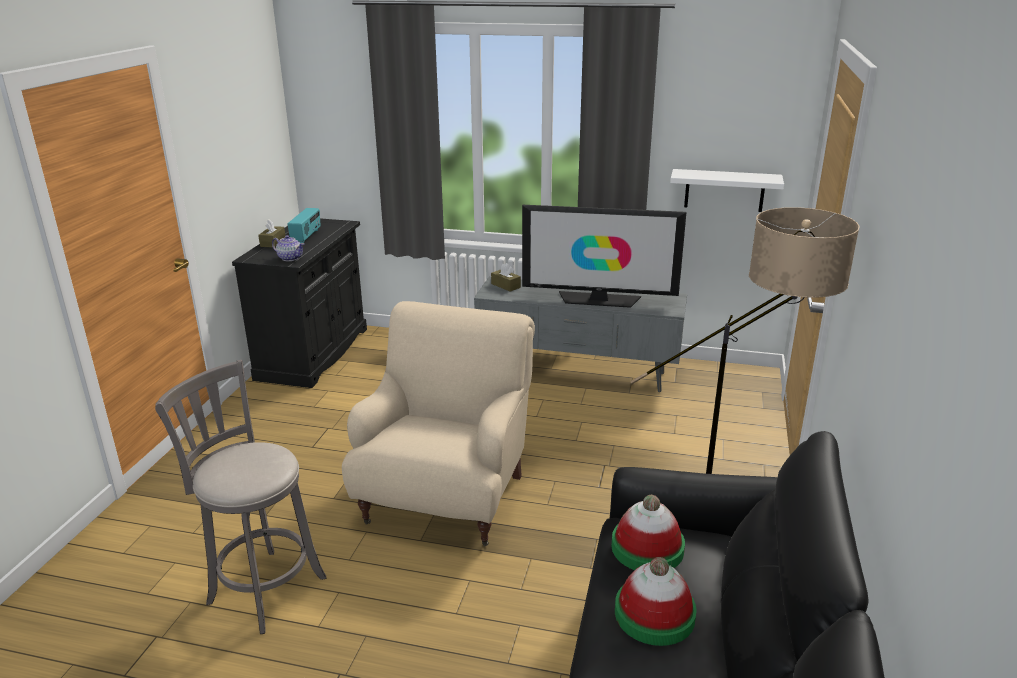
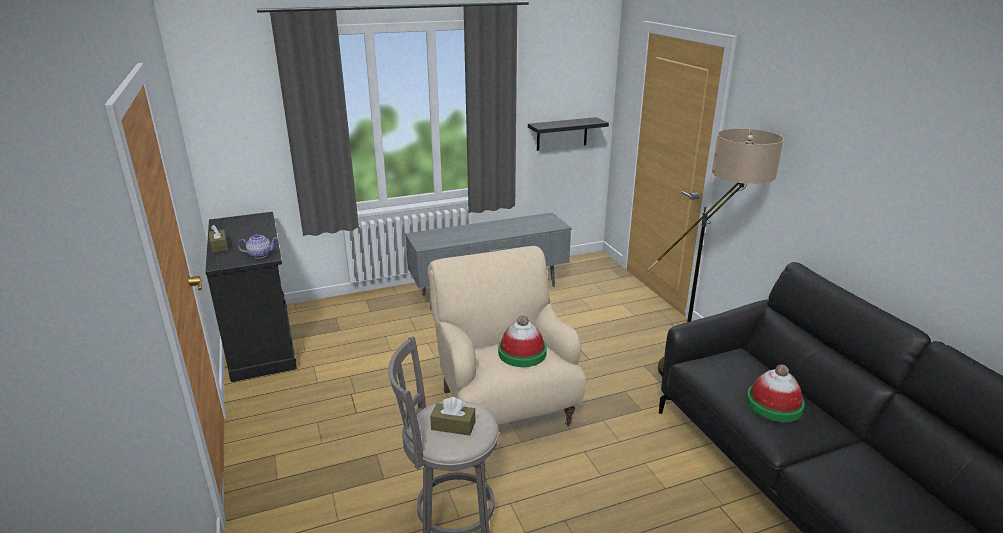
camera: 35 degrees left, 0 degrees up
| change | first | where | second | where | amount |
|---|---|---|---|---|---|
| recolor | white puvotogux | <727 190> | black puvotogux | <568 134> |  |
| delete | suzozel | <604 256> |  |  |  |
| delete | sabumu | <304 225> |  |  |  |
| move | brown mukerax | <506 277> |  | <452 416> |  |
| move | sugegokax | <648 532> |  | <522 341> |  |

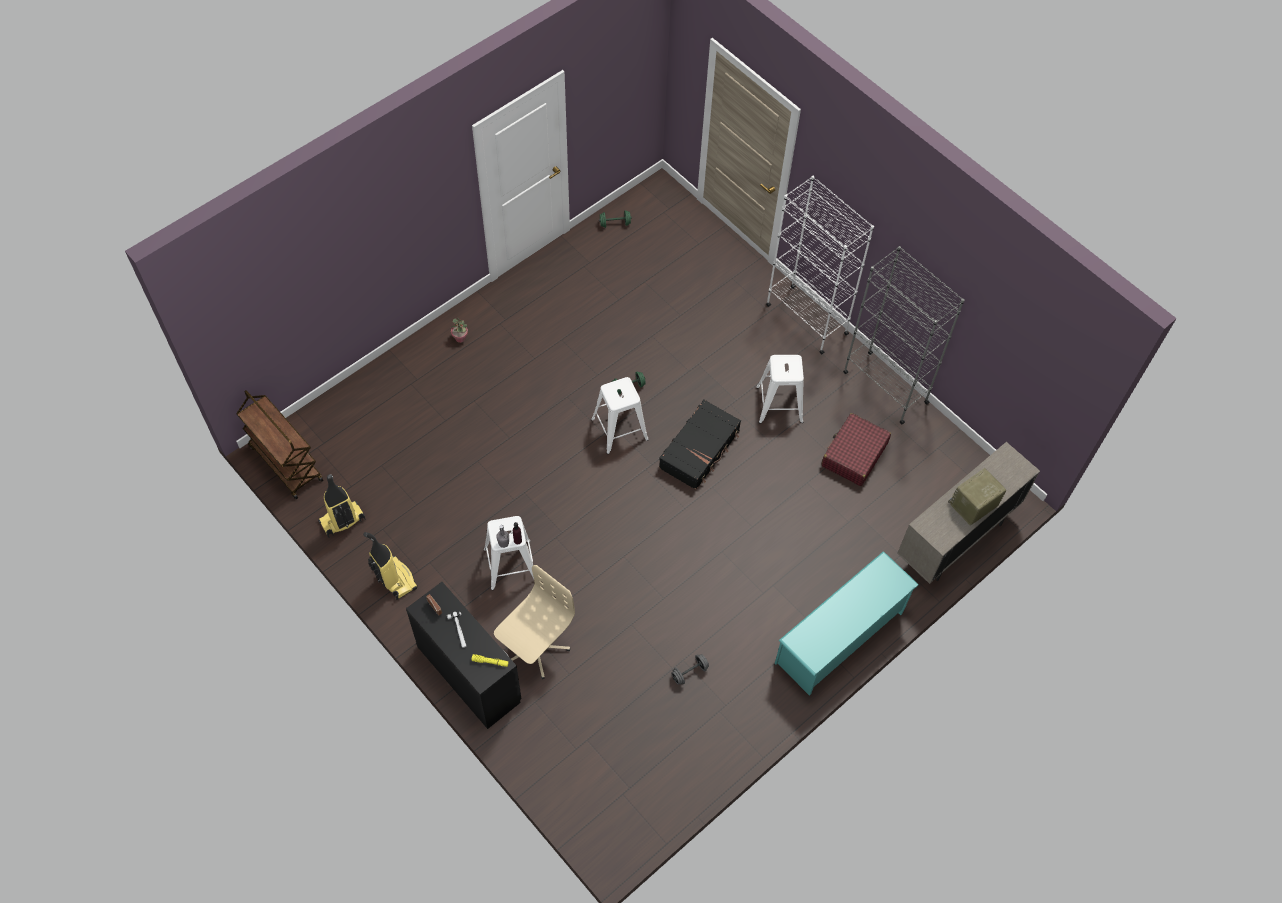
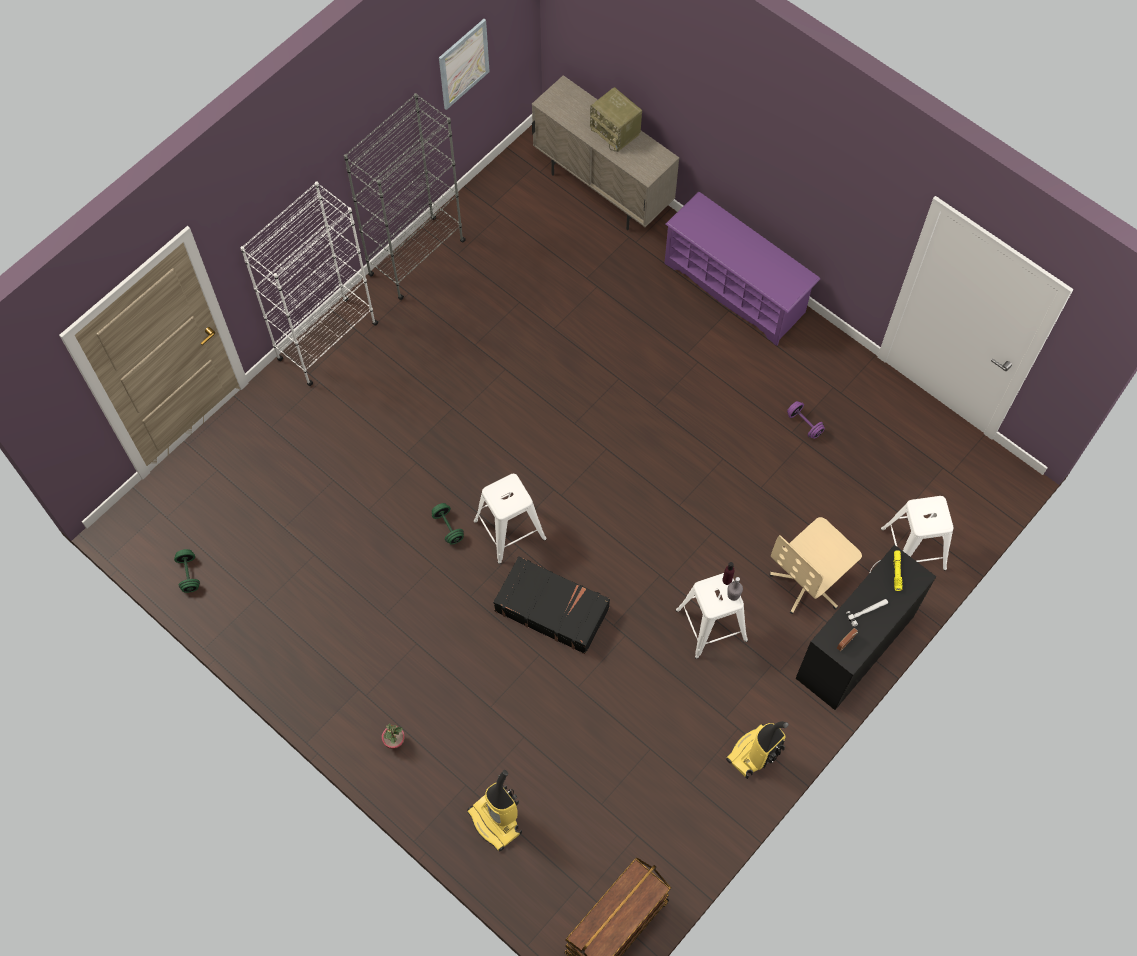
camera: 95 degrees left, 5 degrees up
| change | first | where | second | where | amount |
|---|---|---|---|---|---|
| move | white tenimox | <780 389> |  | <917 533> |  |
| move | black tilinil | <700 444> |  | <551 605> |  |
| delete | red tilinil | <856 449> |  |  |  |
| move | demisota | <342 506> |  | <494 811> |  |
| recolor | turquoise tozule | <847 623> | purple tozule | <742 269> |  |
| rotate | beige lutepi | <534 622> |  | <816 565> | 75 degrees counterclockwise |
| recolor | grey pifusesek | <690 669> | purple pifusesek | <806 420> |  |
| insert |  |  | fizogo | <464 64> |  |

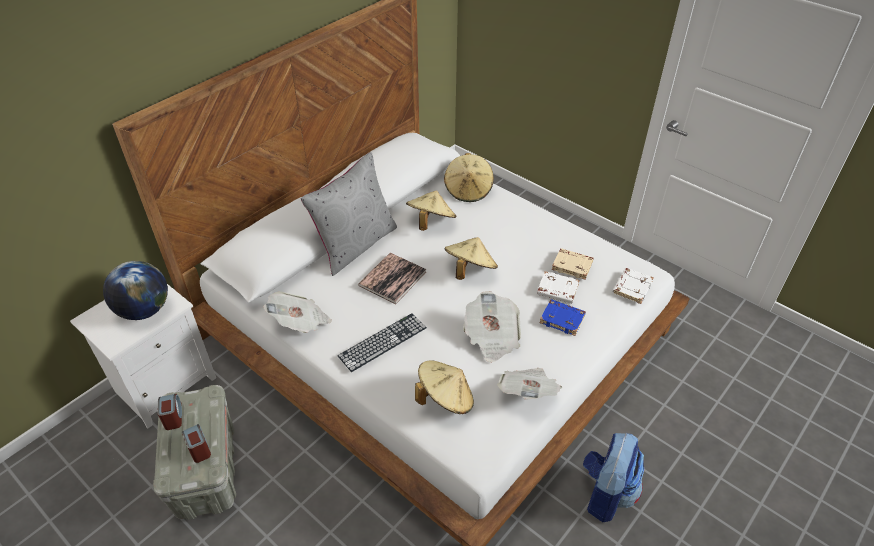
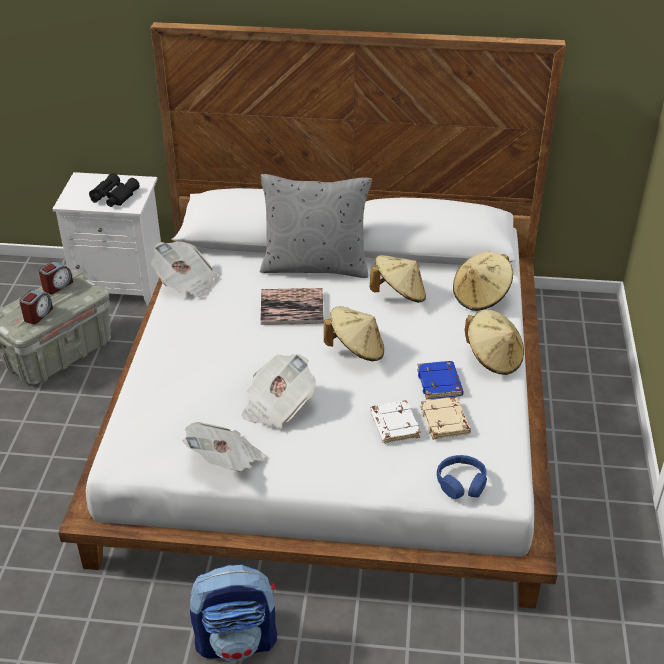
camera: 55 degrees right, 5 degrees down
| change | first | where | second | where | amount |
|---|---|---|---|---|---|
| replace | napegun | <135 290> | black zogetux | <114 190> |  |
| replace | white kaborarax | <633 286> | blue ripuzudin | <462 477> |  |
| move | blue kaborarax | <562 317> |  | <440 380> |  |
| delete | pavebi | <382 342> |  |  |  |
| move | beige sugegokax | <444 387> |  | <494 342> |  |

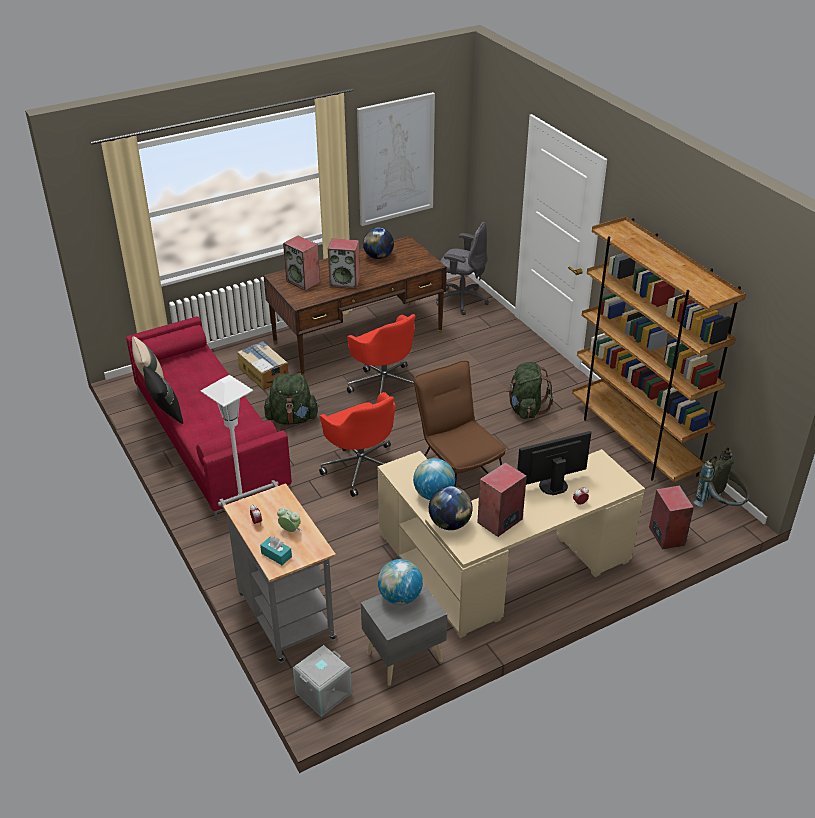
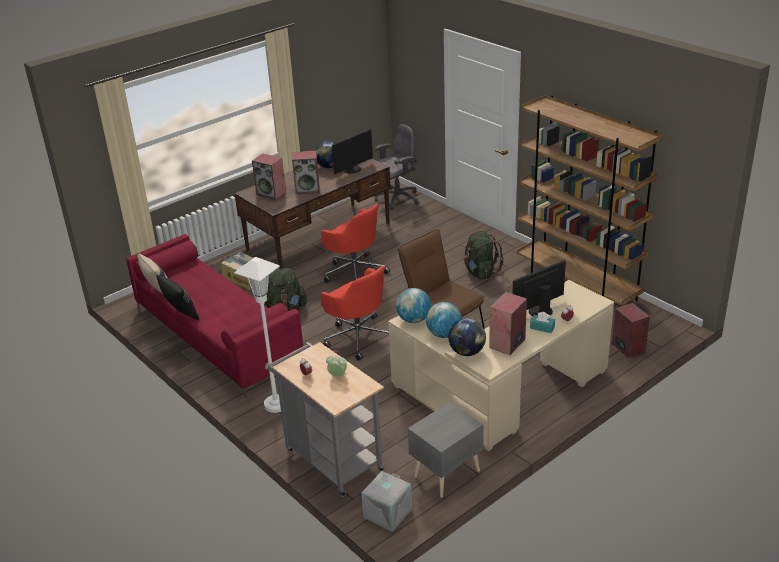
camera: 10 degrees left, 5 degrees down
| change | first | where | second | where | amount |
|---|---|---|---|---|---|
| delete | fizogo | <396 159> |  |  |  |
| rotate | grey lutepi | <462 268> |  | <396 167> | 45 degrees counterclockwise |
| delete | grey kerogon | <721 477> |  |  |  |
| move | turquoise mukerax | <276 550> |  | <542 322> |  |
| move | napegun | <400 582> |  | <413 305> |  |
| insert |  |  | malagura | <352 151> |  |

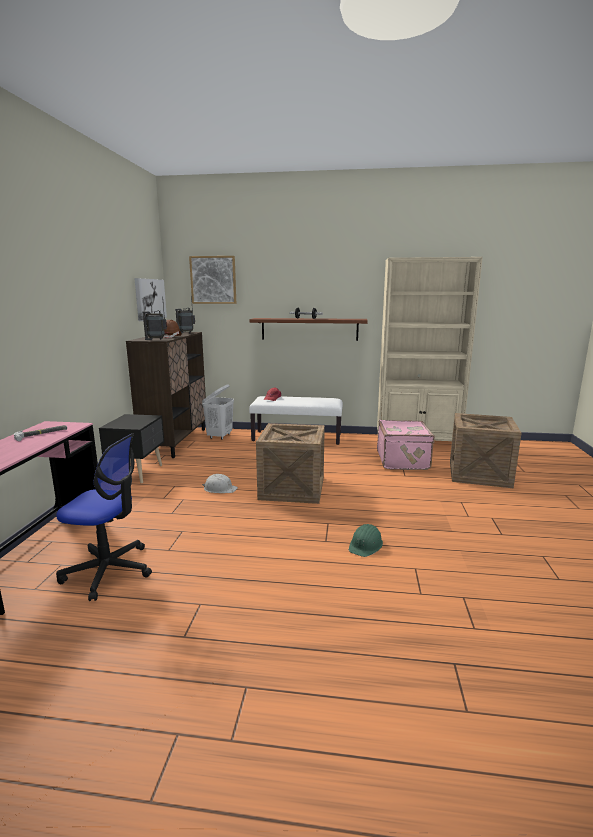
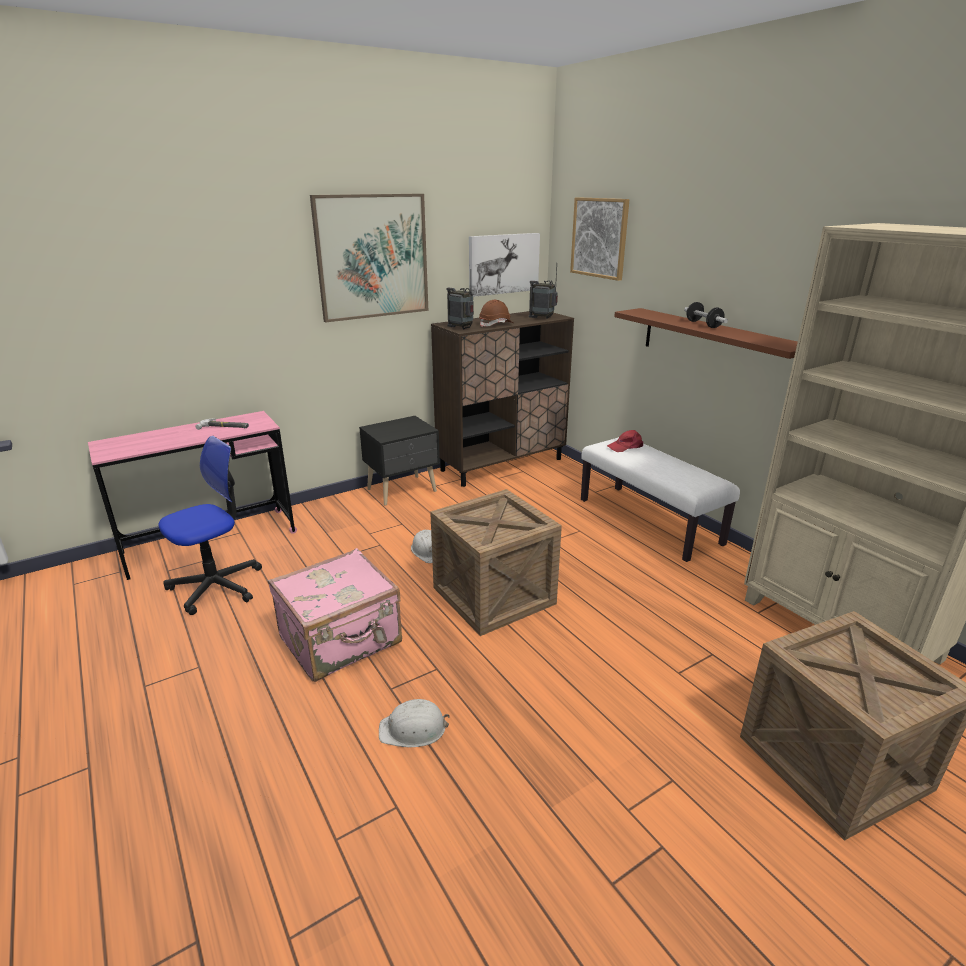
camera: 50 degrees right, 10 degrees up
| change | first | where | second | where | amount |
|---|---|---|---|---|---|
| delete | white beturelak | <218 412> |  |  |  |
| move | pink tilinil | <406 445> |  | <335 615> |  |
| rotate | lutepi | <104 517> |  | <210 525> | 105 degrees counterclockwise |
| recolor | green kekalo | <366 540> | white kekalo | <414 723> |  |
| insert |  |  | fizogo | <369 258> |  |

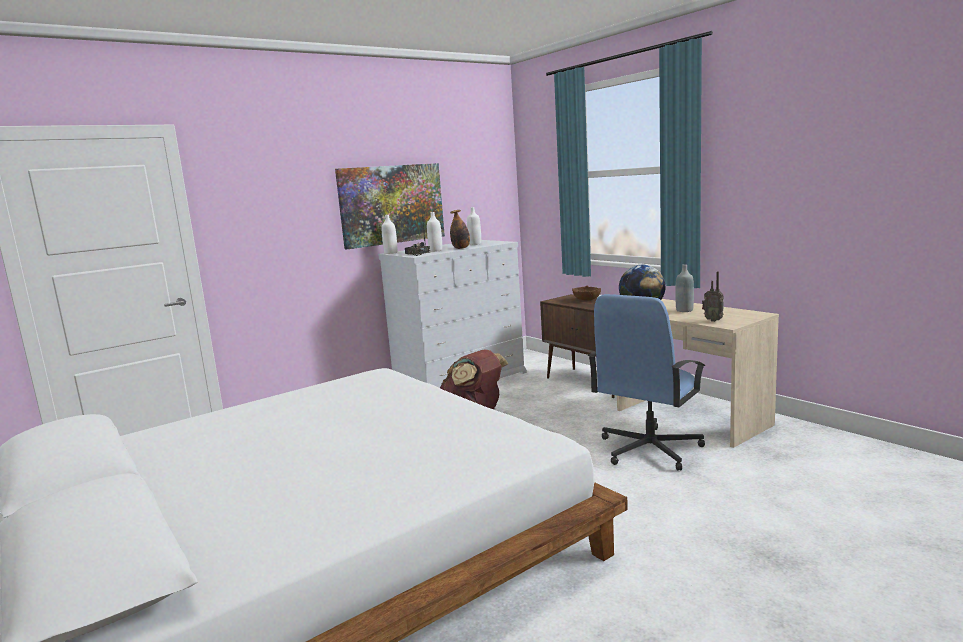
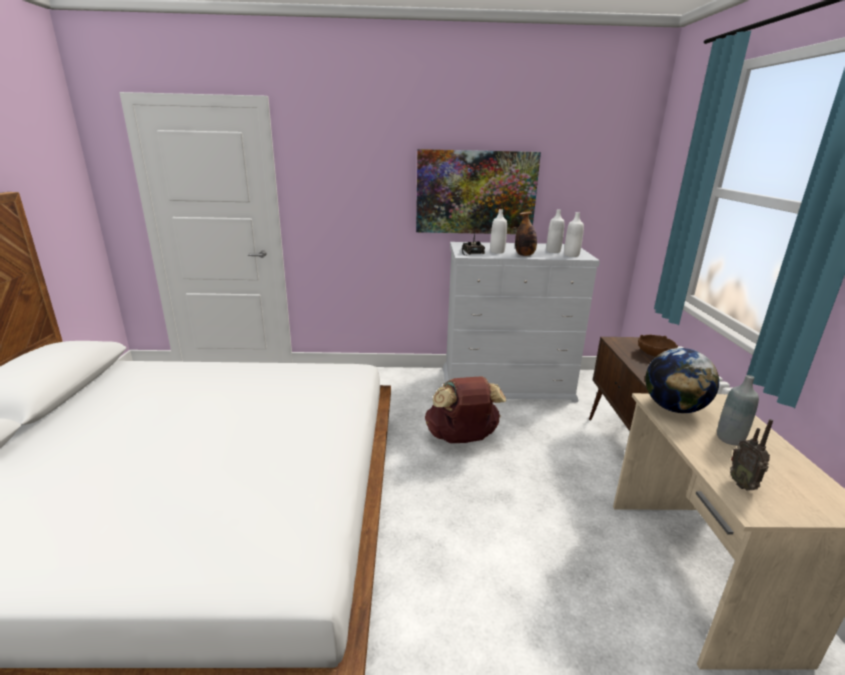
camera: 35 degrees right, 10 degrees up
| change | first | where | second | where | amount |
|---|---|---|---|---|---|
| move | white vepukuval | <390 234> |  | <574 234> |  |
| delete | blue lutepi | <647 382> |  |  |  |

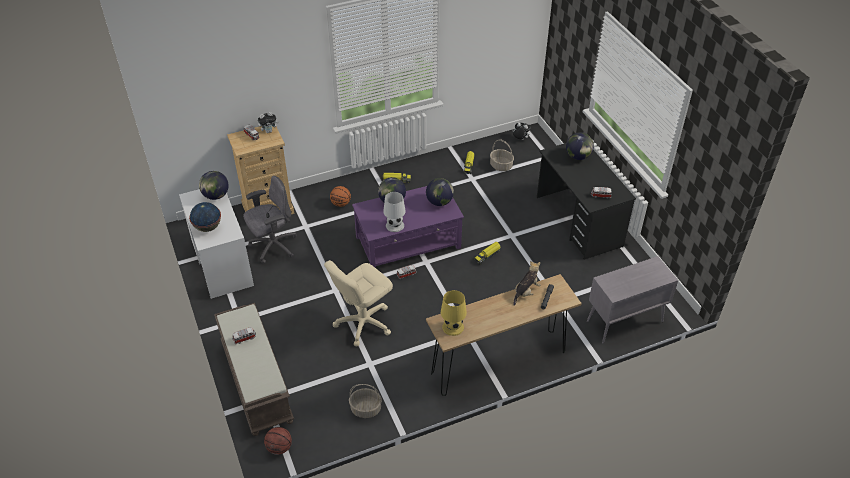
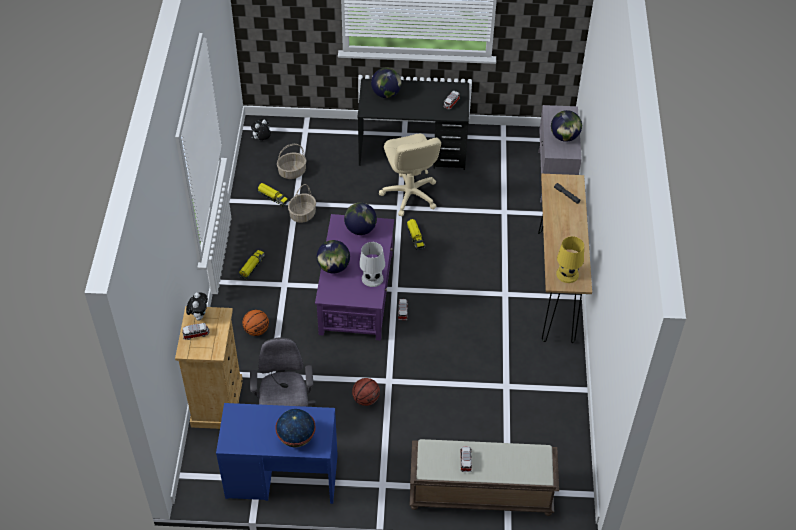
camera: 65 degrees left, 5 degrees up
| change | first | where | second | where | amount |
|---|---|---|---|---|---|
| move | napegun | <214 185> |  | <566 126> |  |
| recolor | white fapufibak | <216 244> | blue fapufibak | <277 453> |  |
| move | beige lutepi | <358 303> |  | <410 175> |  |
| delete | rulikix | <526 283> |  |  |  |
| move | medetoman | <365 401> |  | <302 203> |  |
| move | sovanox | <278 441> |  | <366 392> |  |

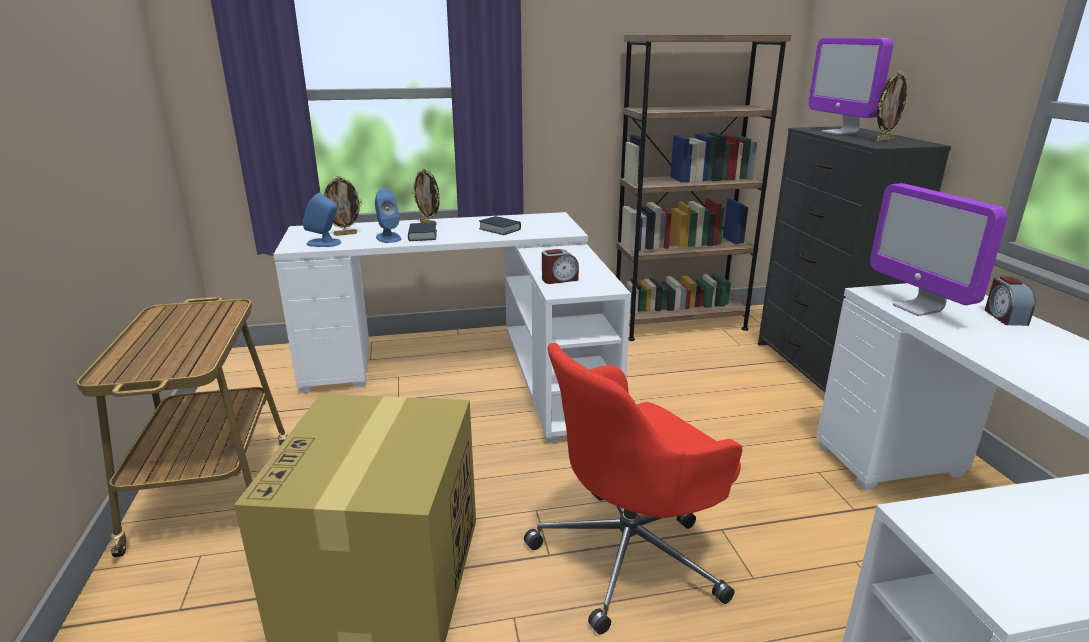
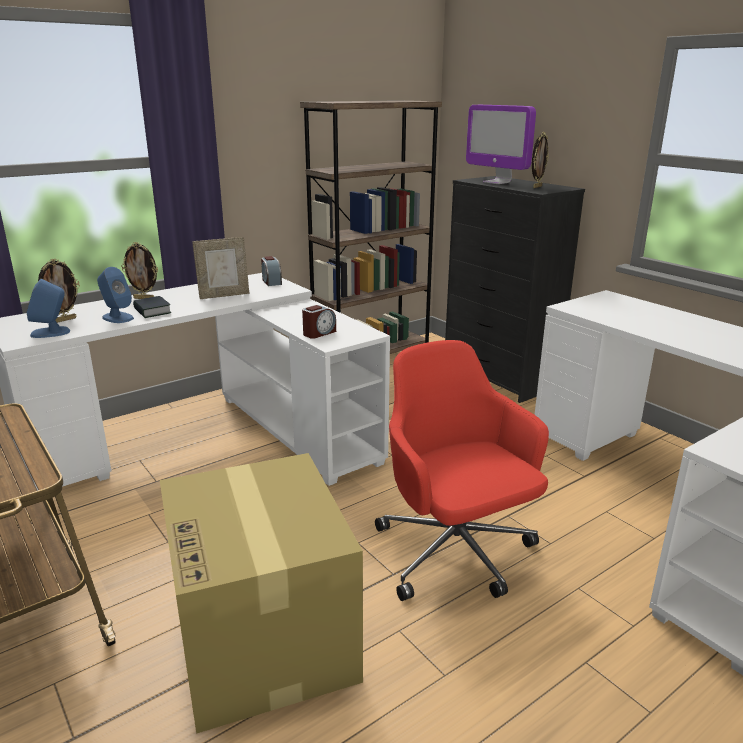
camera: 25 degrees left, 0 degrees up
| change | first | where | second | where | amount |
|---|---|---|---|---|---|
| delete | malagura | <938 249> |  |  |  |
| replace | kaborarax | <500 225> | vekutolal | <220 268> |  |
| move | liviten | <1010 301> |  | <271 271> |  |
| rotate | red lutepi | <633 488> |  | <462 470> | 120 degrees clockwise |

